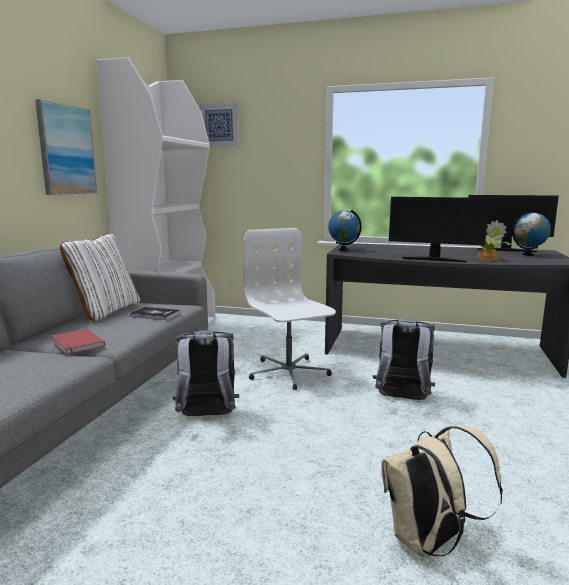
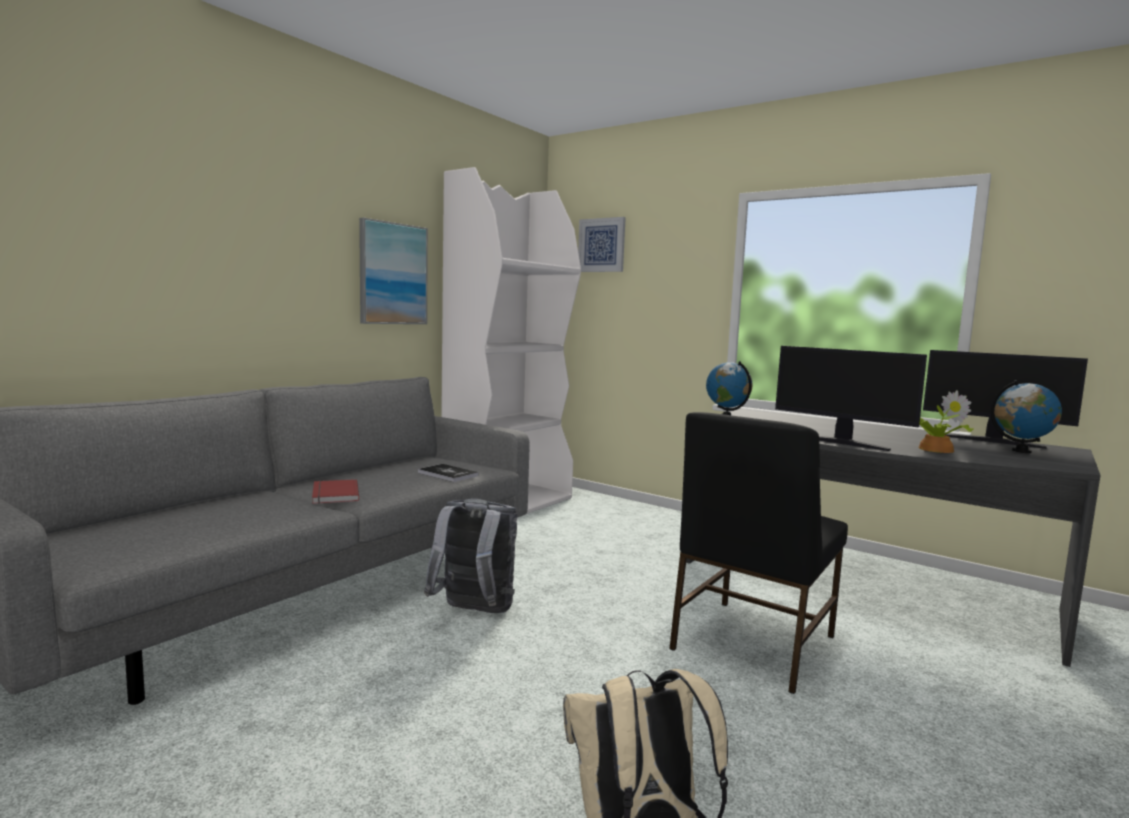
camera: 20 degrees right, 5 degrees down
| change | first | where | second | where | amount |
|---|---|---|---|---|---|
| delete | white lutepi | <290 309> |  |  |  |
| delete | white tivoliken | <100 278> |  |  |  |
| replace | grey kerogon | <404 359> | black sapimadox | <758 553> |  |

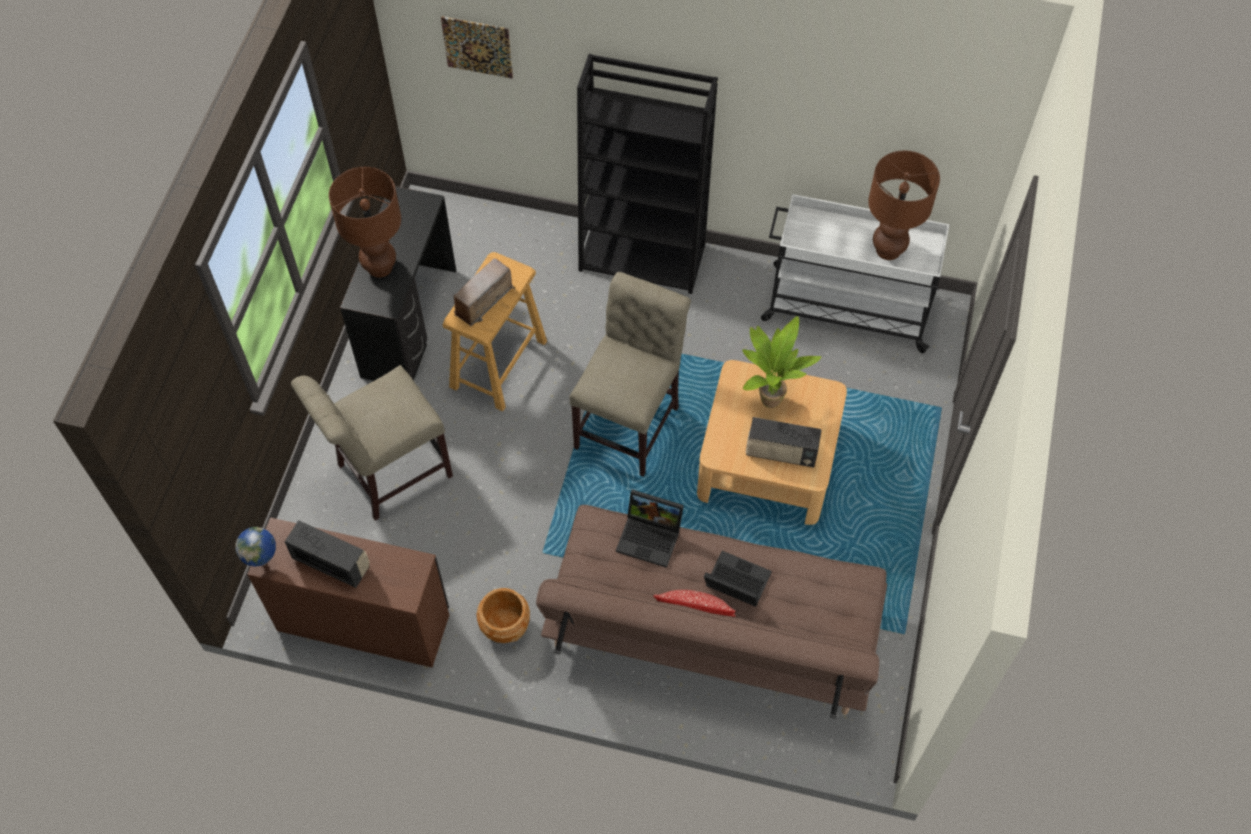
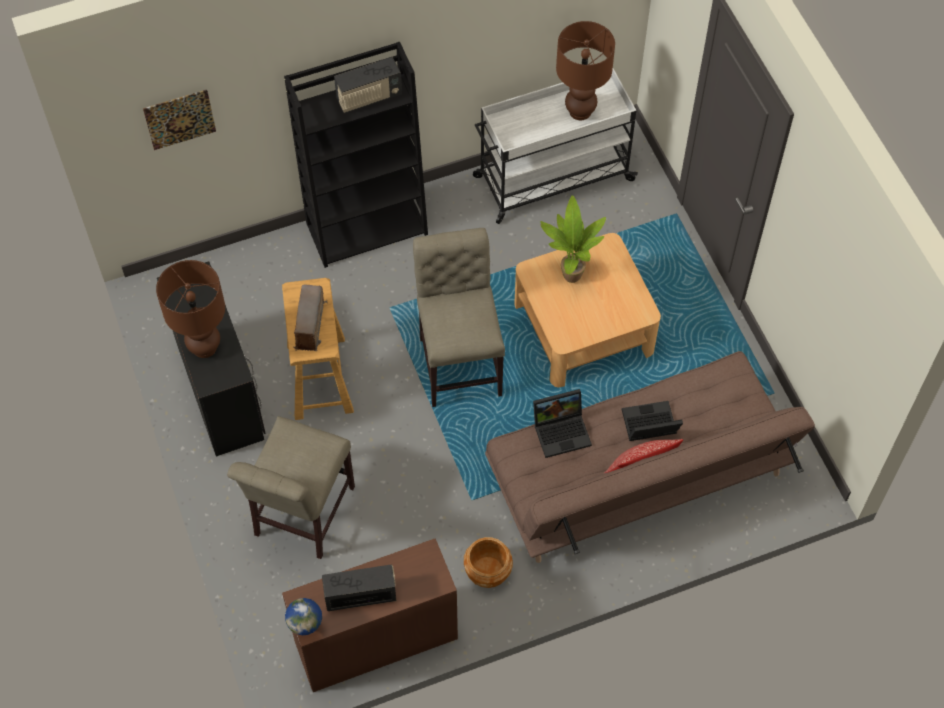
camera: 35 degrees left, 0 degrees up
| change | first | where | second | where | amount |
|---|---|---|---|---|---|
| move | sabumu | <784 442> |  | <368 85> |  |

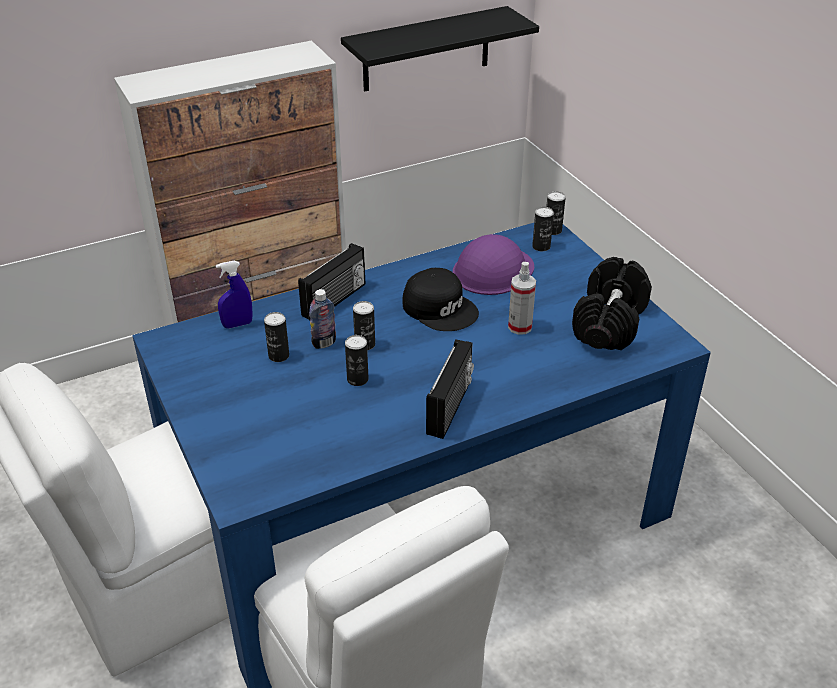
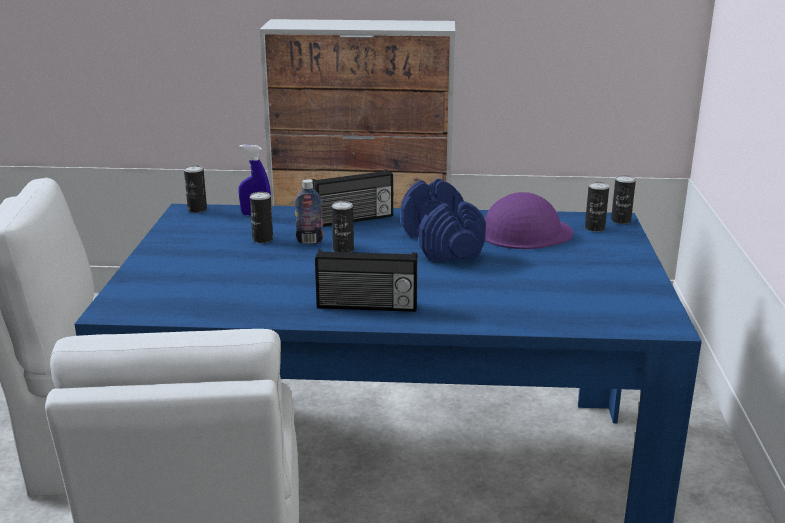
camera: 30 degrees right, 15 degrees down
| change | first | where | second | where | amount |
|---|---|---|---|---|---|
| delete | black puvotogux | <440 48> |  |  |  |
| delete | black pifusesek | <612 303> |  |  |  |
| delete | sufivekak | <522 298> |  |  |  |
| replace | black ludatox | <440 299> | blue pifusesek | <443 220> |  |
| move | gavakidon | <357 360> |  | <195 189> |  |
| rotate | sabumu | <450 389> |  | <366 281> | 45 degrees clockwise |

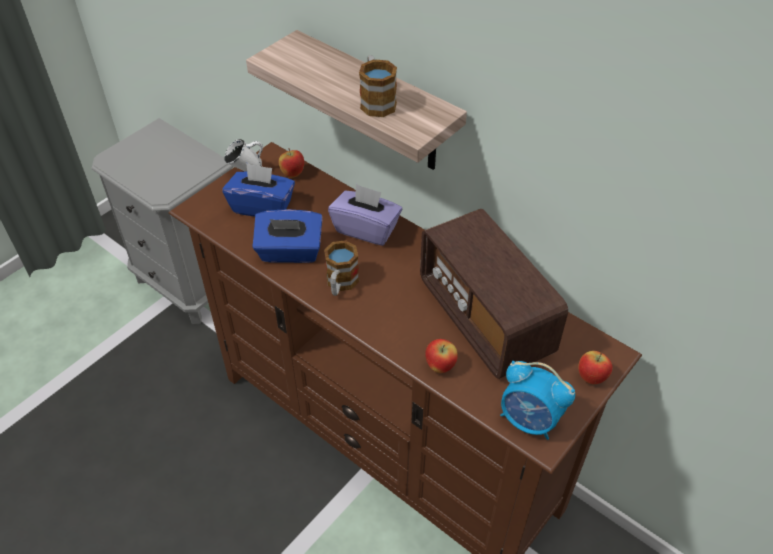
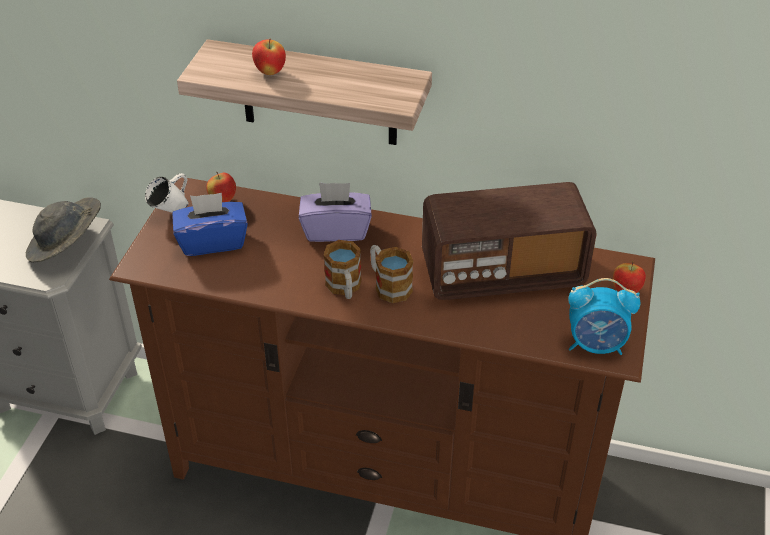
camera: 25 degrees left, 5 degrees down
| change | first | where | second | where | amount |
|---|---|---|---|---|---|
| move | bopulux | <378 86> |  | <391 274> |  |
| delete | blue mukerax | <287 236> |  |  |  |
| rotate | sabumu | <494 294> |  | <509 241> | 45 degrees counterclockwise |
| move | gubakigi | <441 356> |  | <269 56> |  |
| insert |  |  | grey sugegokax | <63 230> |  |

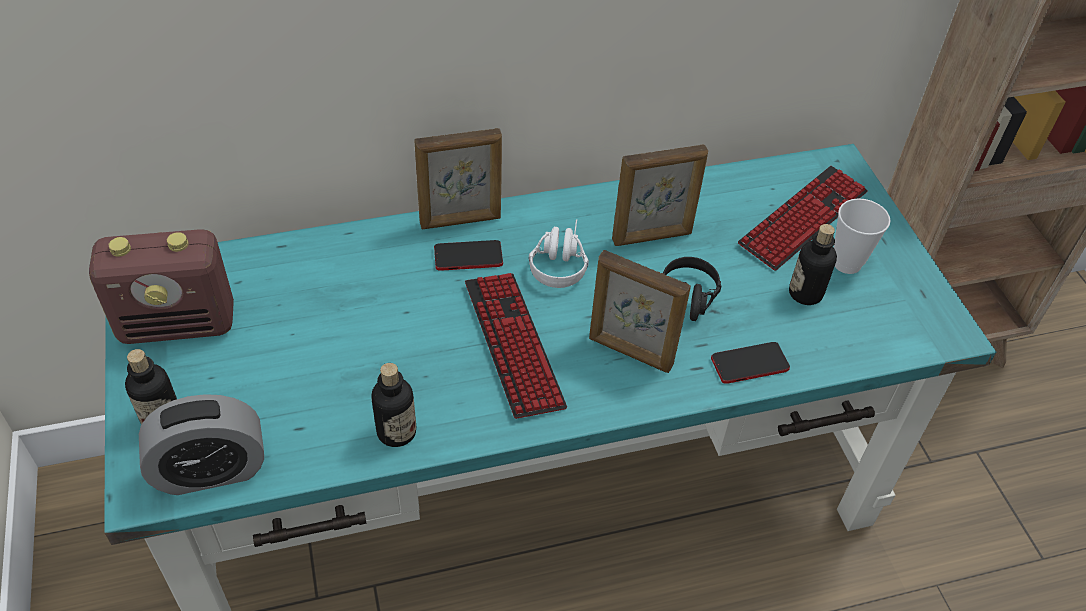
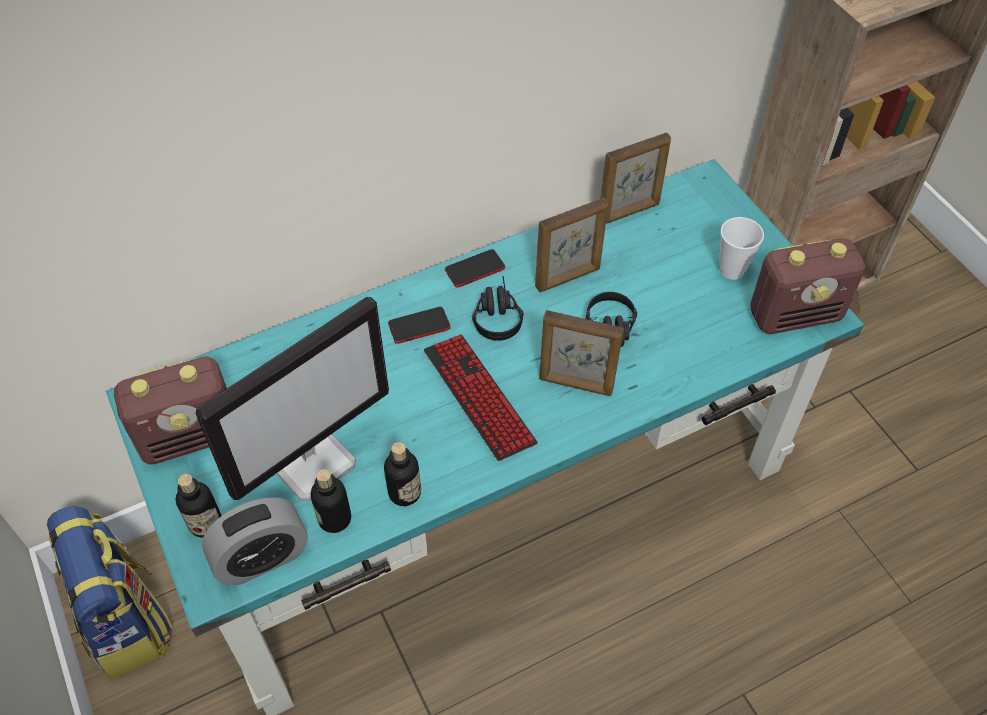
camera: 10 degrees left, 5 degrees up
| change | first | where | second | where | amount |
|---|---|---|---|---|---|
| move | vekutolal | <458 178> |  | <635 178> |  |
| delete | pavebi | <802 218> |  |  |  |
| recolor | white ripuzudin | <559 253> | black ripuzudin | <497 308> |  |
| move | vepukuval | <813 264> |  | <331 501> |  |
| move | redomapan | <750 363> |  | <475 268> |  |
| insert |  |  | sabumu | <807 286> |  |
| insert |  |  | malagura | <292 399> |  |
| insert |  |  | kerogon | <109 592> |  |

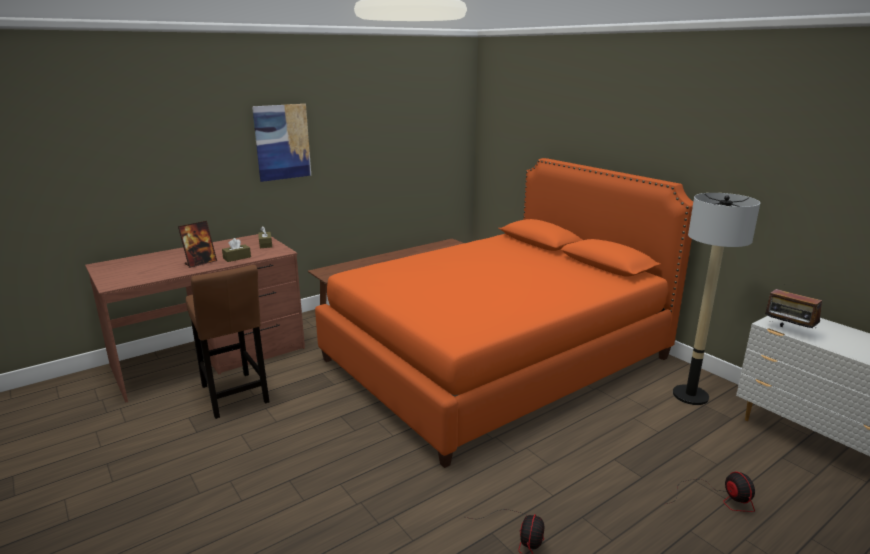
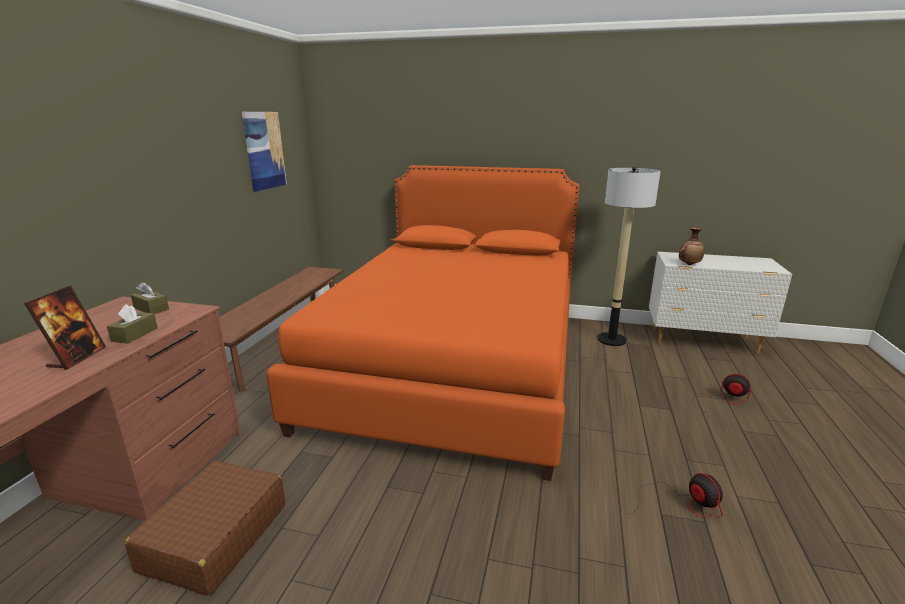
camera: 40 degrees left, 0 degrees up
| change | first | where | second | where | amount |
|---|---|---|---|---|---|
| move | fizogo | <281 143> |  | <264 152> |  |
| replace | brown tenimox | <227 342> | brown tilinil | <205 528> |  |
| replace | sabumu | <793 306> | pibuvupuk | <691 246> |  |

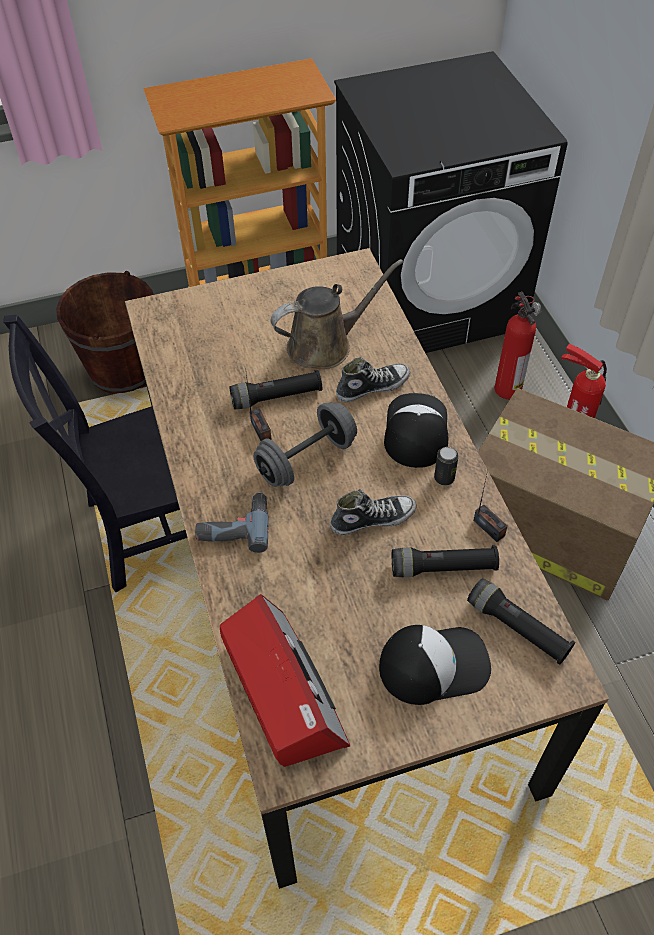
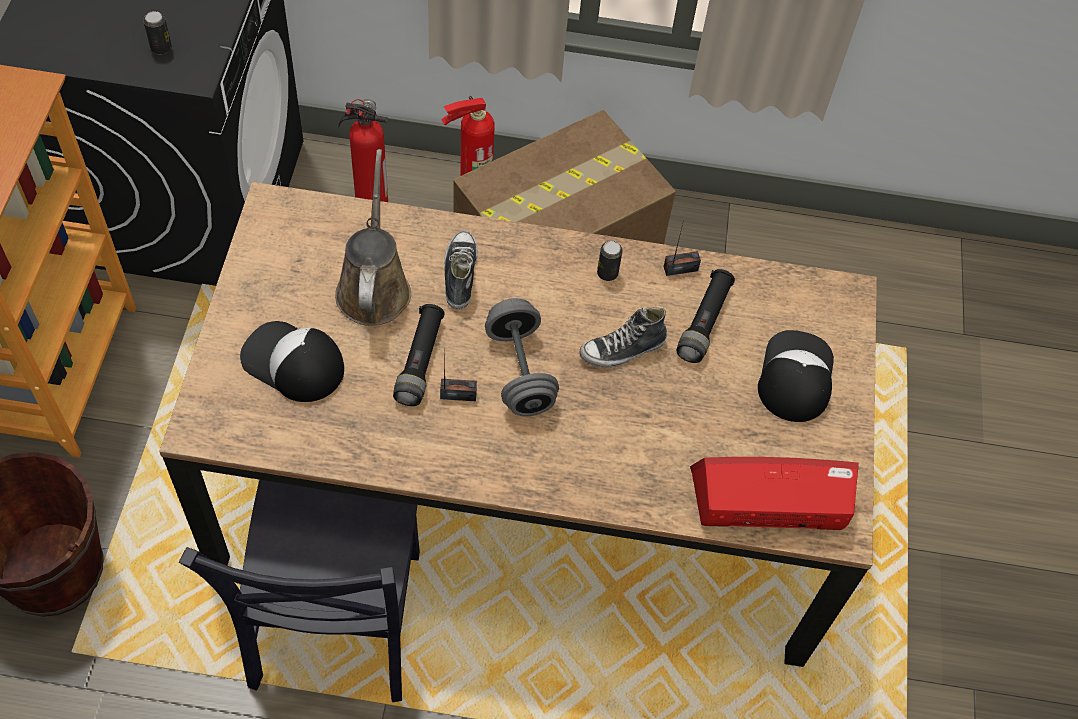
camera: 70 degrees left, 5 degrees up
| change | first | where | second | where | amount |
|---|---|---|---|---|---|
| move | ludatox | <416 430> |  | <292 361> |  |
| rotate | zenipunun | <373 512> |  | <623 338> | 120 degrees counterclockwise |
| delete | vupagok | <232 522> |  |  |  |
| delete | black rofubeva | <521 621> |  |  |  |
| insert |  |  | gavakidon | <157 32> |  |

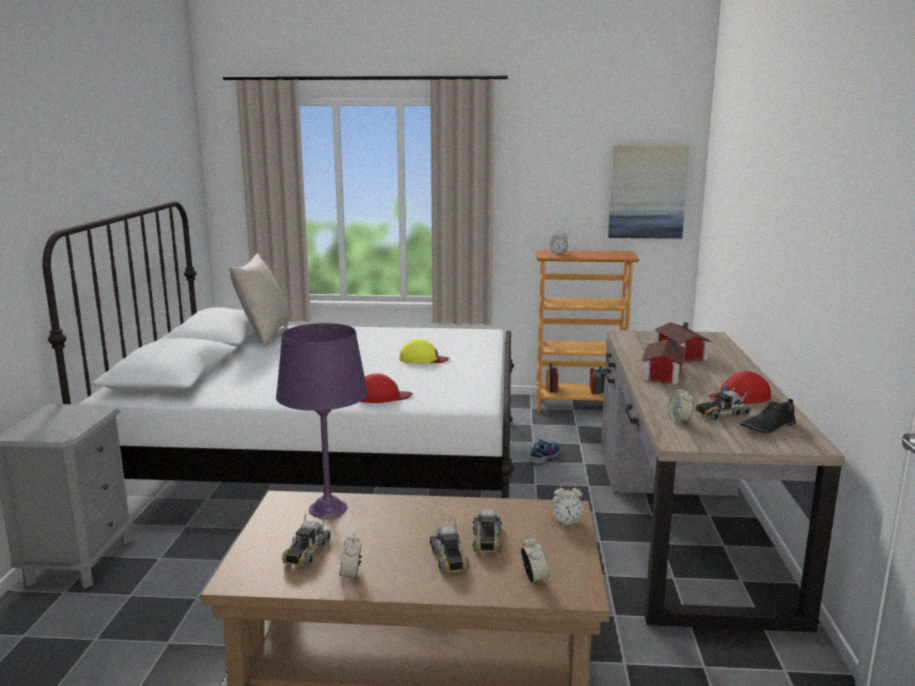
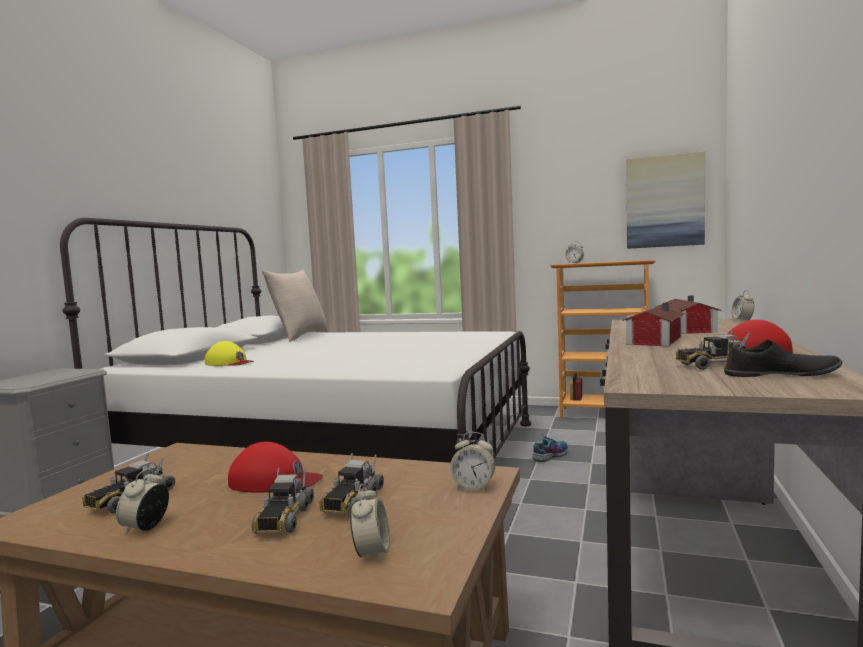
camera: 15 degrees right, 10 degrees down
| change | first | where | second | where | amount |
|---|---|---|---|---|---|
| delete | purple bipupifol | <322 421> |  |  |  |
| move | yellow ludatox | <424 351> |  | <229 353> |  |
| move | red ludatox | <386 388> |  | <275 467> |  |
| move | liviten | <681 404> |  | <743 305> |  |
| rotate | black zenipunun | <768 416> |  | <783 358> | 150 degrees counterclockwise |

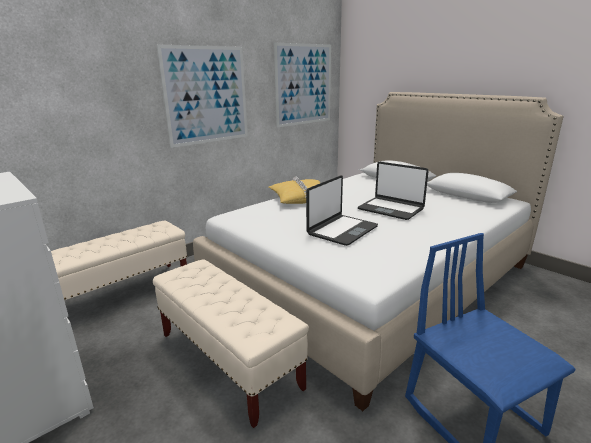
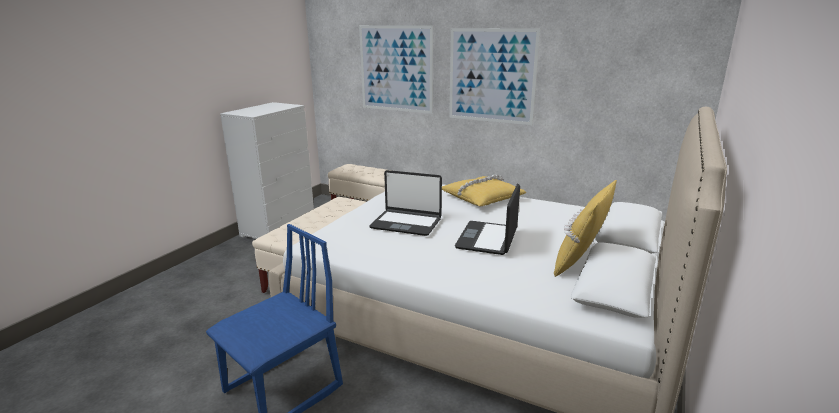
camera: 70 degrees right, 0 degrees up
| change | first | where | second | where | amount |
|---|---|---|---|---|---|
| move | fizogo | <302 85> |  | <396 69> |  |
| insert |  |  | yellow tivoliken | <585 228> |  |

